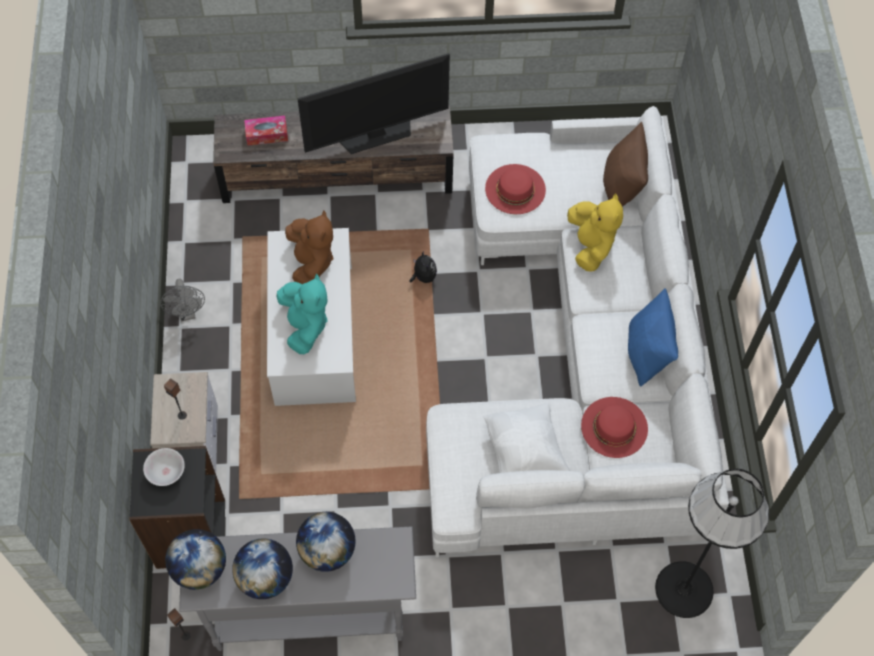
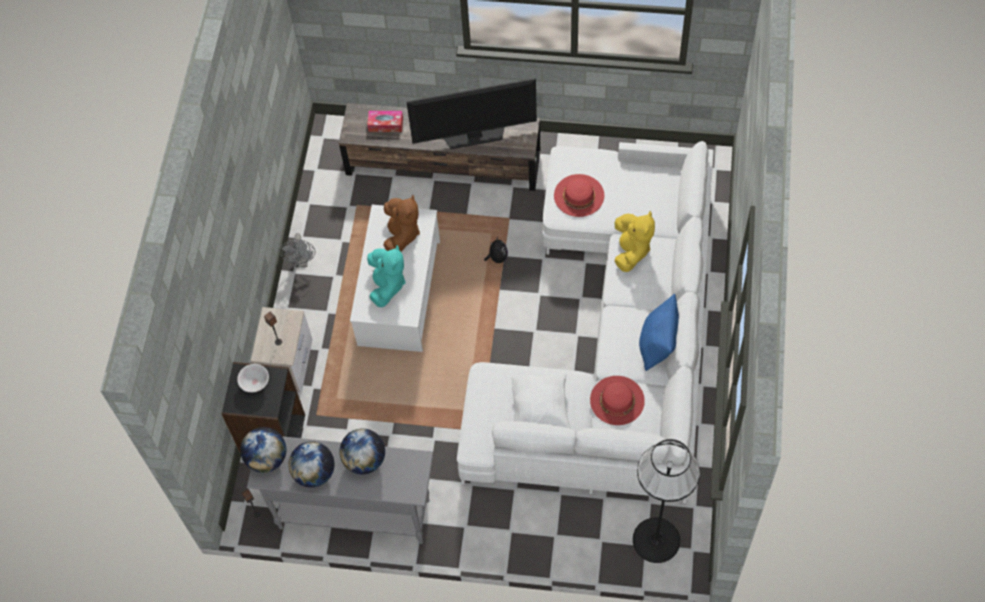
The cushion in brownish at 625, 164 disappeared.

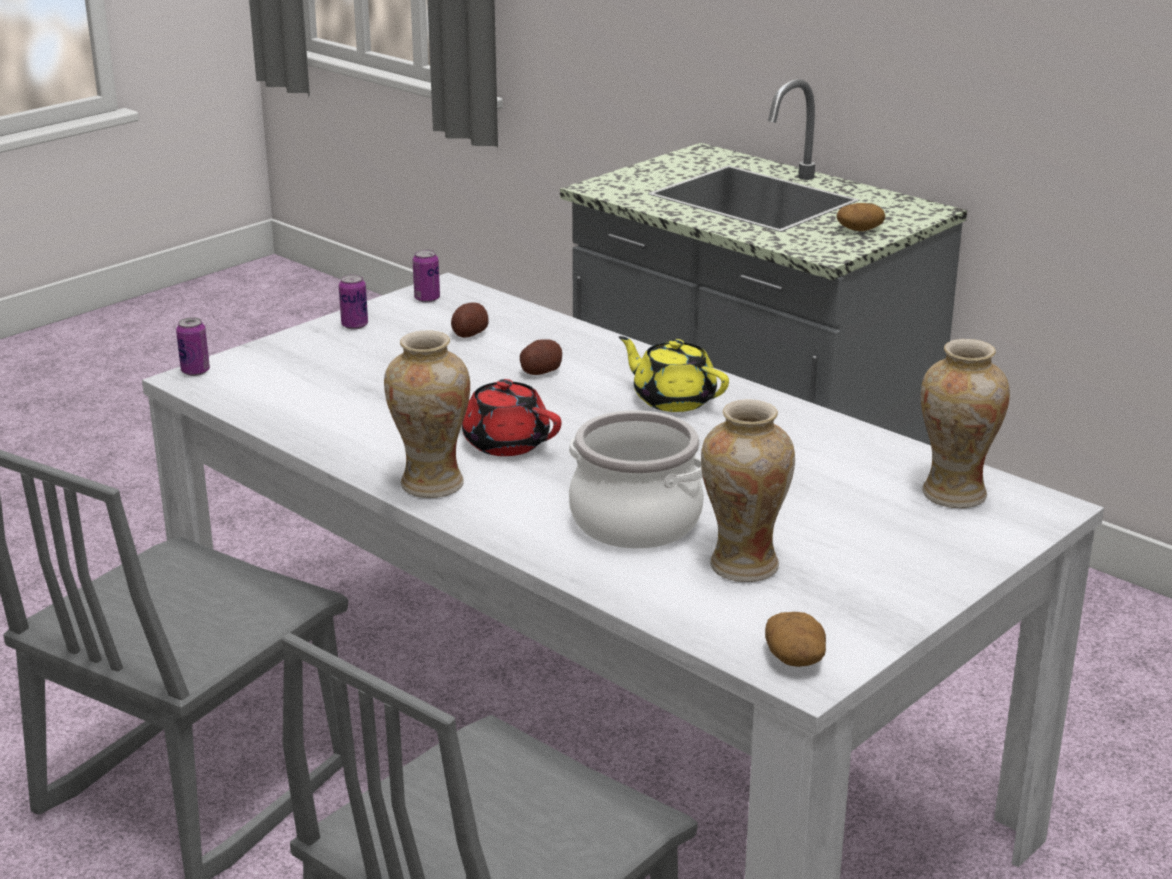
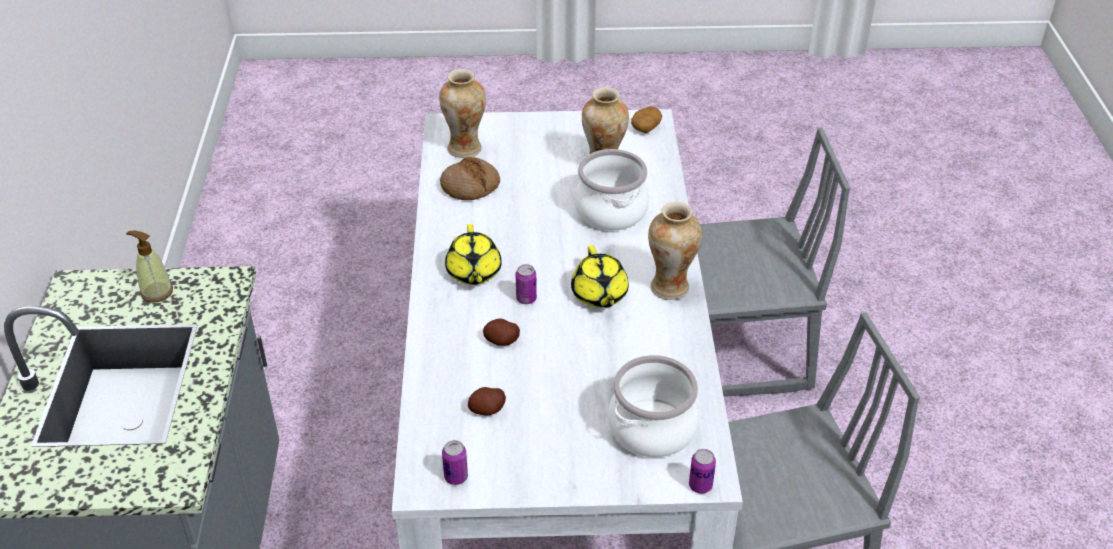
The sealed can moved from 353, 301 to 526, 284.
The teapot in red-coloured at 512, 417 became the teapot in yellow-coloured at 600, 276.
The spud at 860, 217 was replaced by the soap bottle at 149, 267.
The bread at 470, 178 appeared.
The stockpot at 653, 406 appeared.

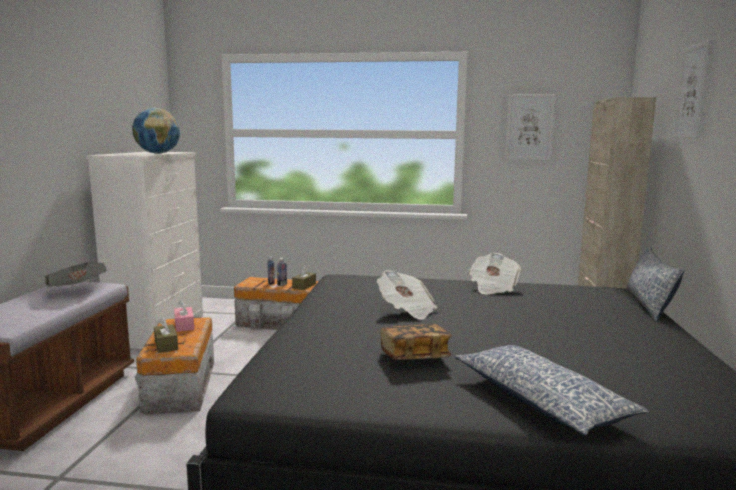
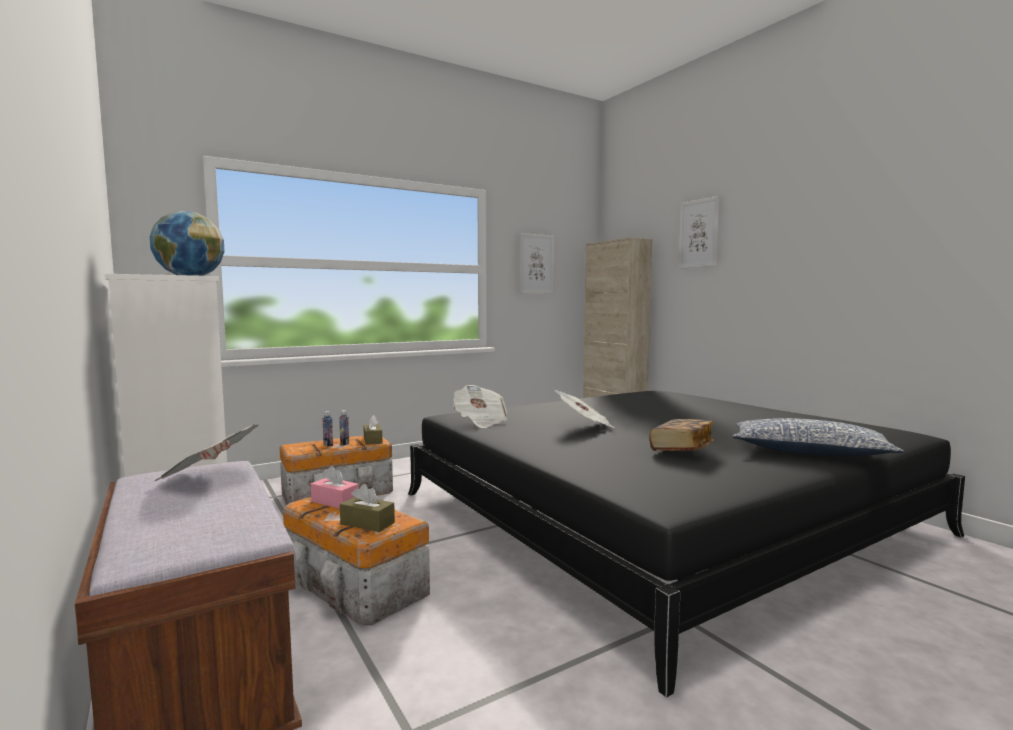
The daily paper moved from 495, 273 to 480, 406.
The cushion at 655, 284 disappeared.

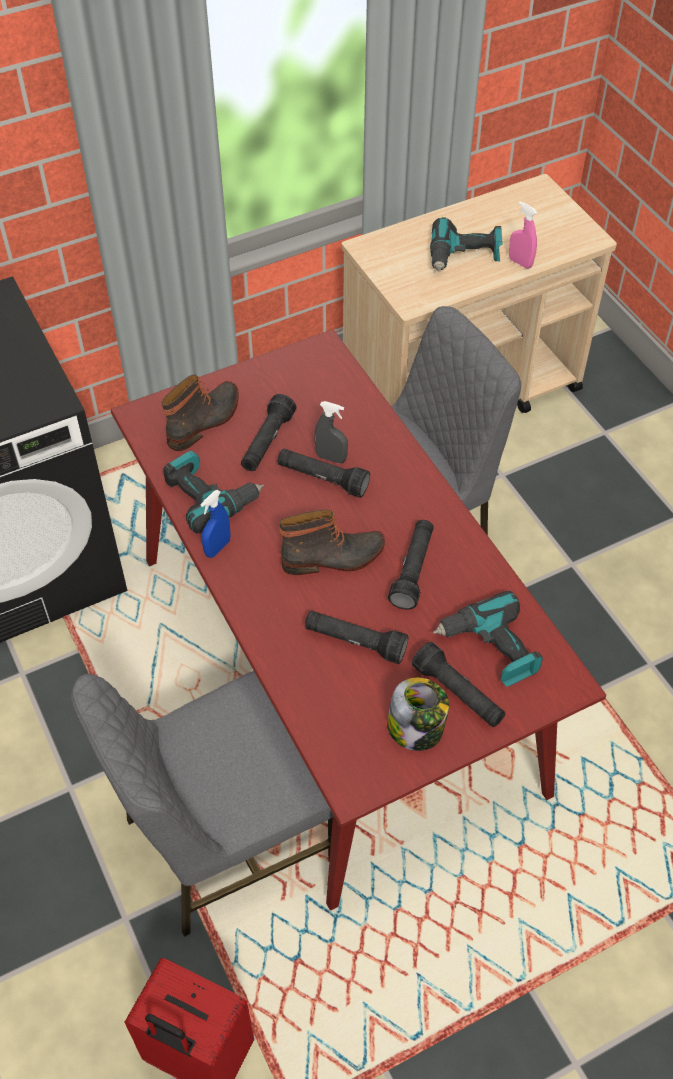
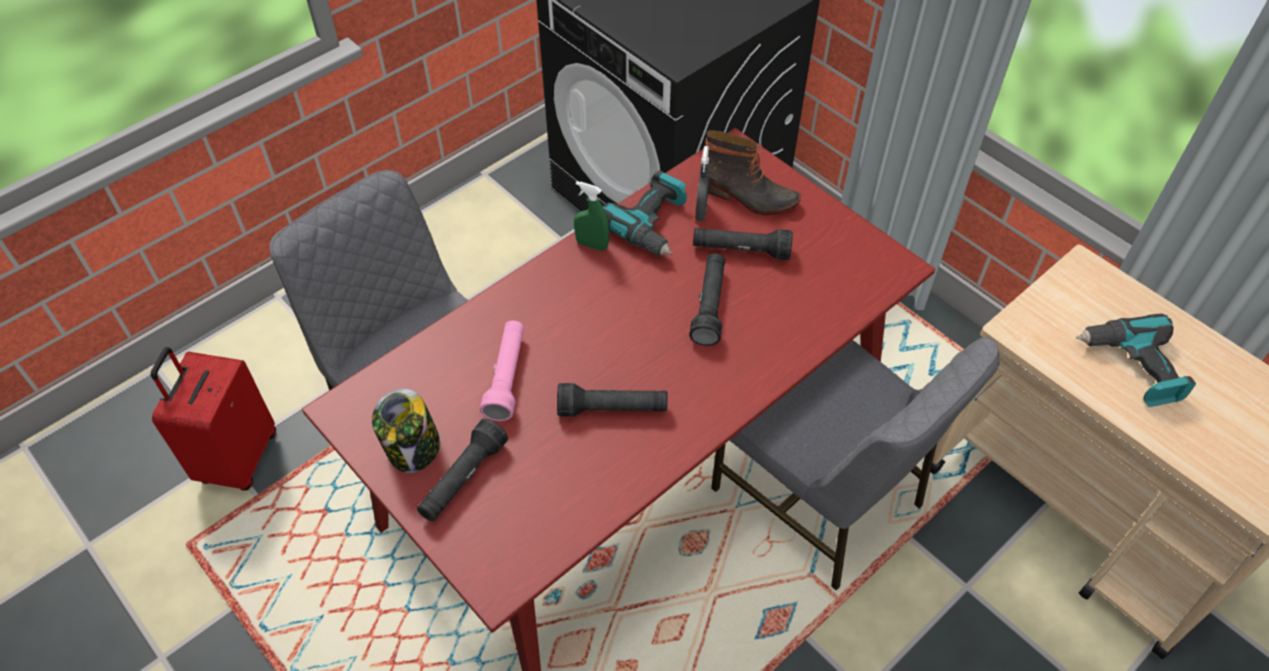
The spray bottle in blue at 215, 524 became the spray bottle in green-coloured at 592, 216.
The boot at 332, 542 disappeared.
The hand torch in black-coloured at 356, 637 became the hand torch in pinkish at 502, 371.
The spray bottle in greyish moved from 331, 432 to 702, 183.
The drill at 488, 639 disappeared.
The spray bottle in pinkish at 523, 235 disappeared.

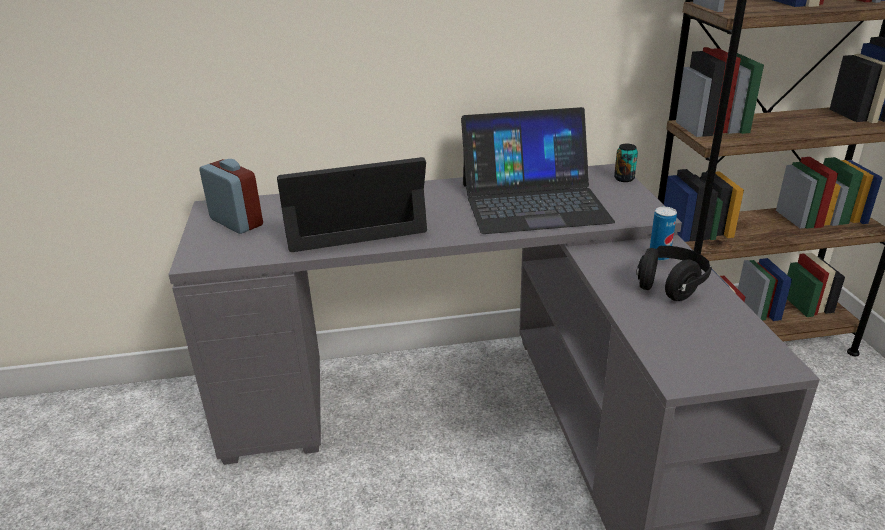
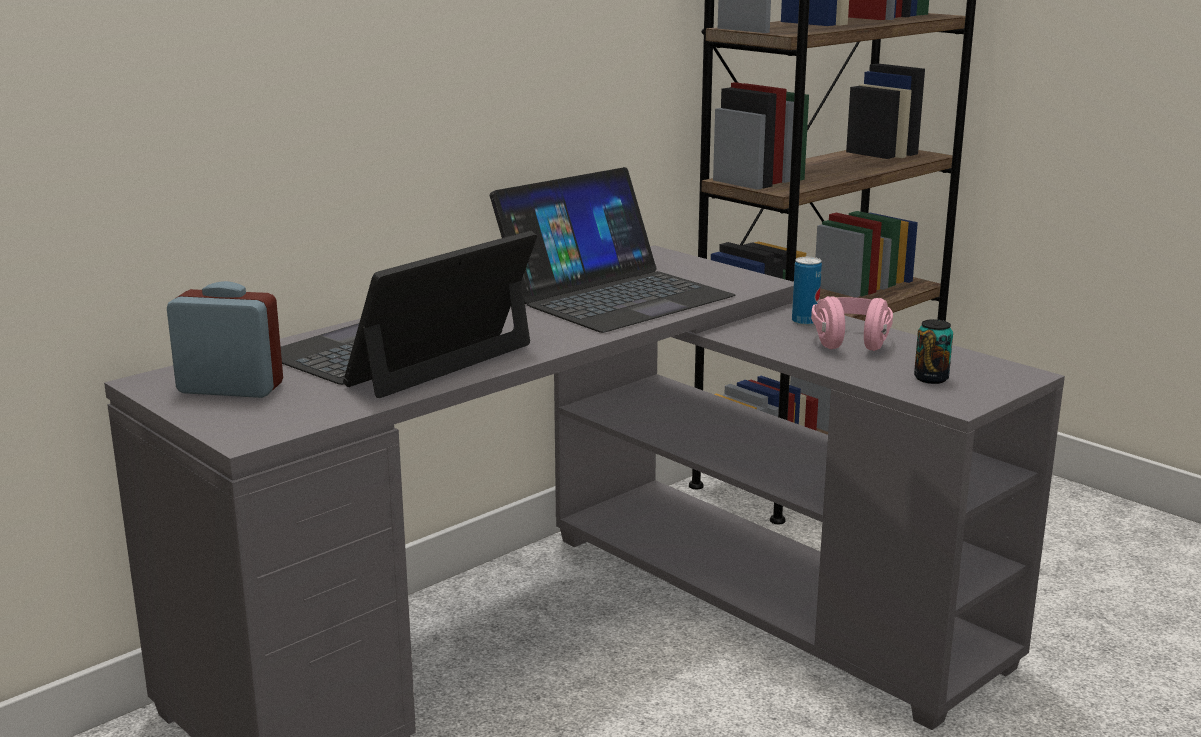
The sealed can moved from 626, 163 to 933, 351.
The headphones in black-coloured at 674, 273 became the headphones in pinkish at 852, 323.

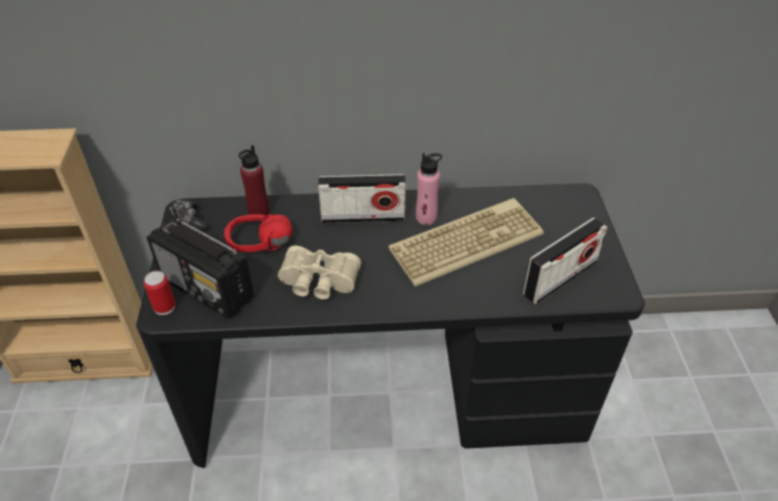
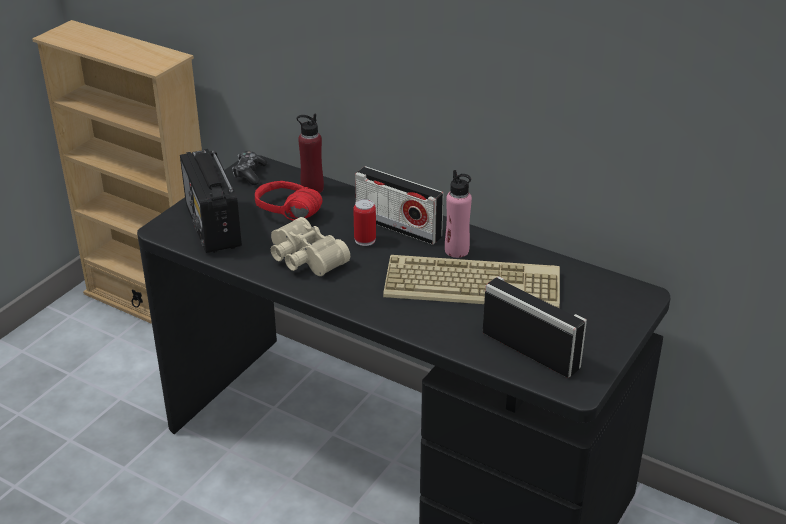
The sealed can moved from 159, 293 to 364, 222.
The radio set at 565, 260 turned 135 degrees counterclockwise.

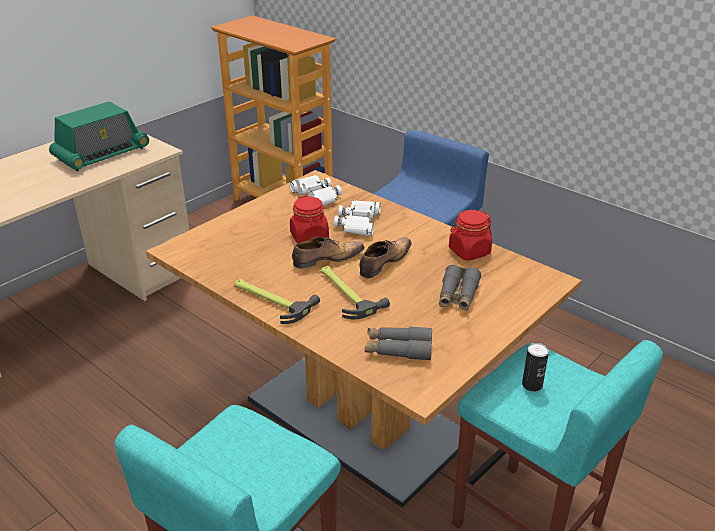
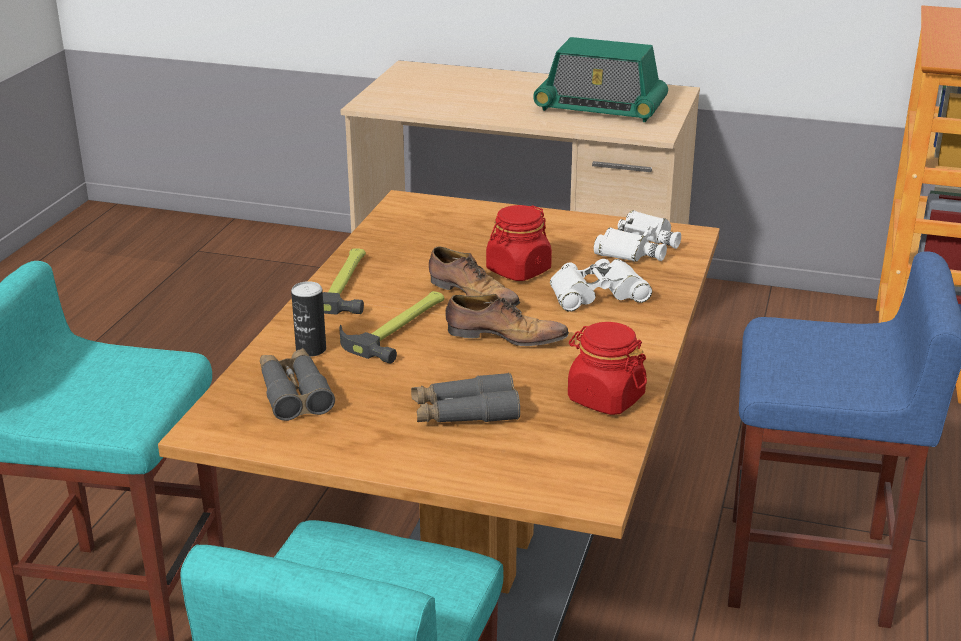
The sealed can moved from 535, 367 to 308, 319.

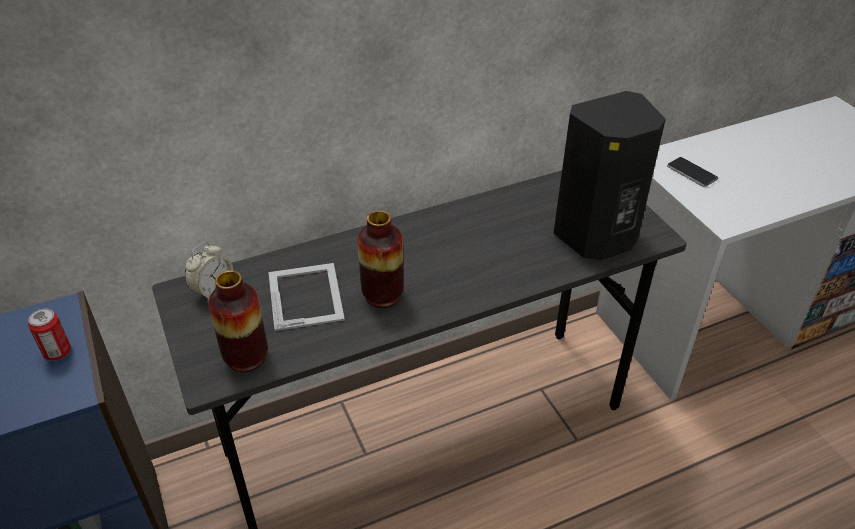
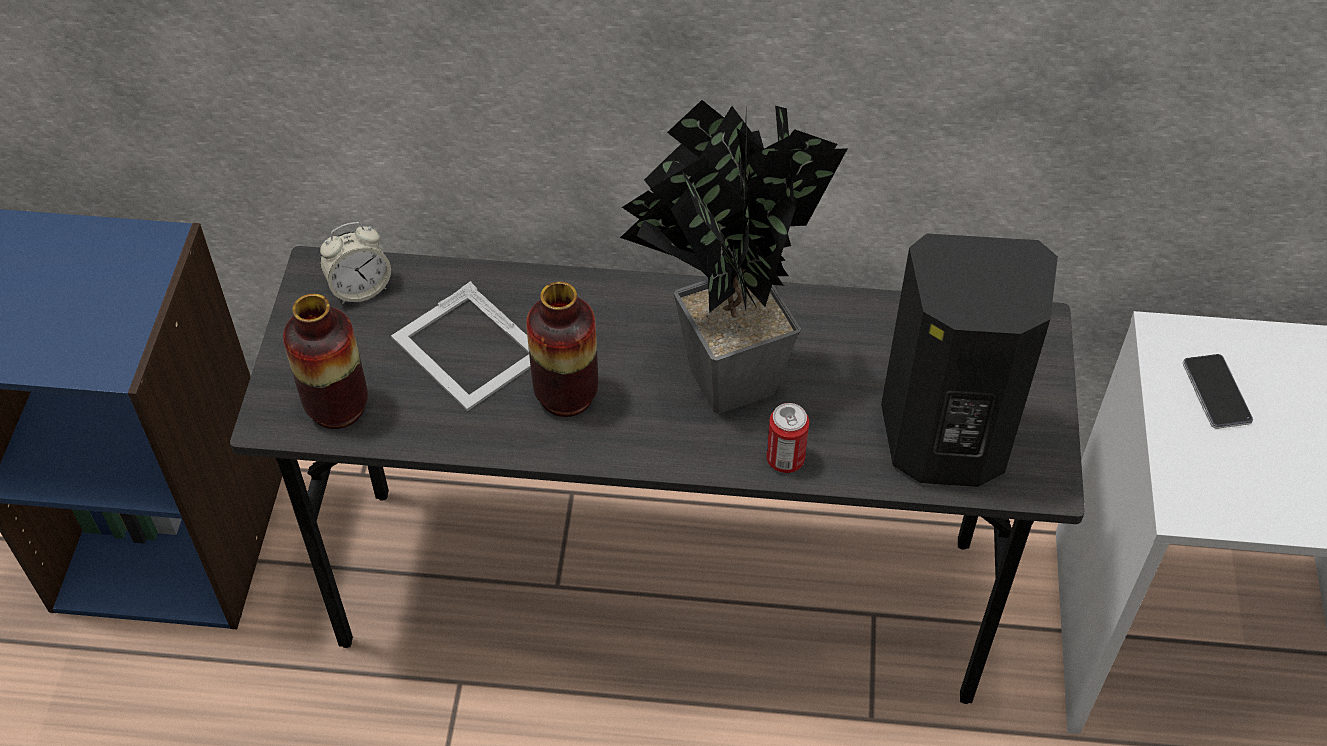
The sealed can moved from 49, 335 to 787, 438.
The picture frame at 306, 297 turned 120 degrees clockwise.
The plant in a pot at 734, 257 appeared.

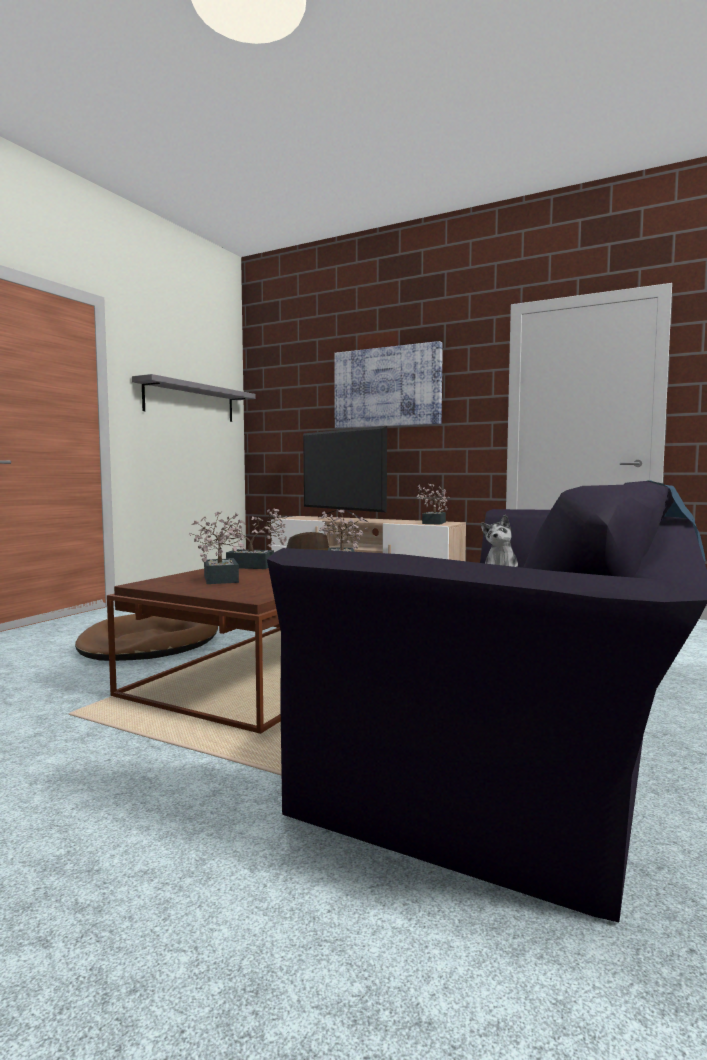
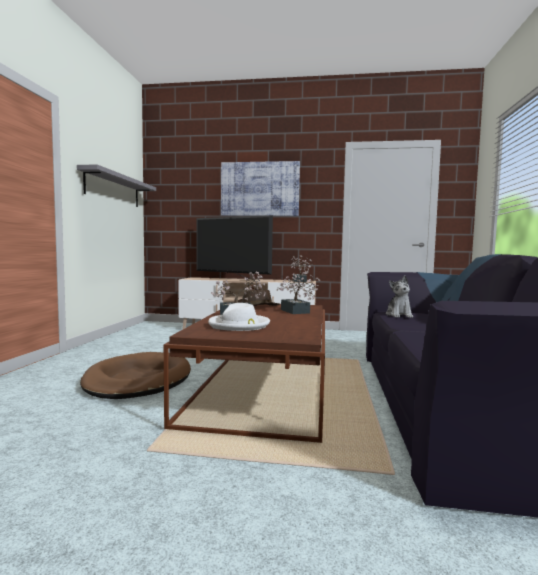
The plant in a pot at 217, 547 was replaced by the clothing hat in white at 239, 317.

